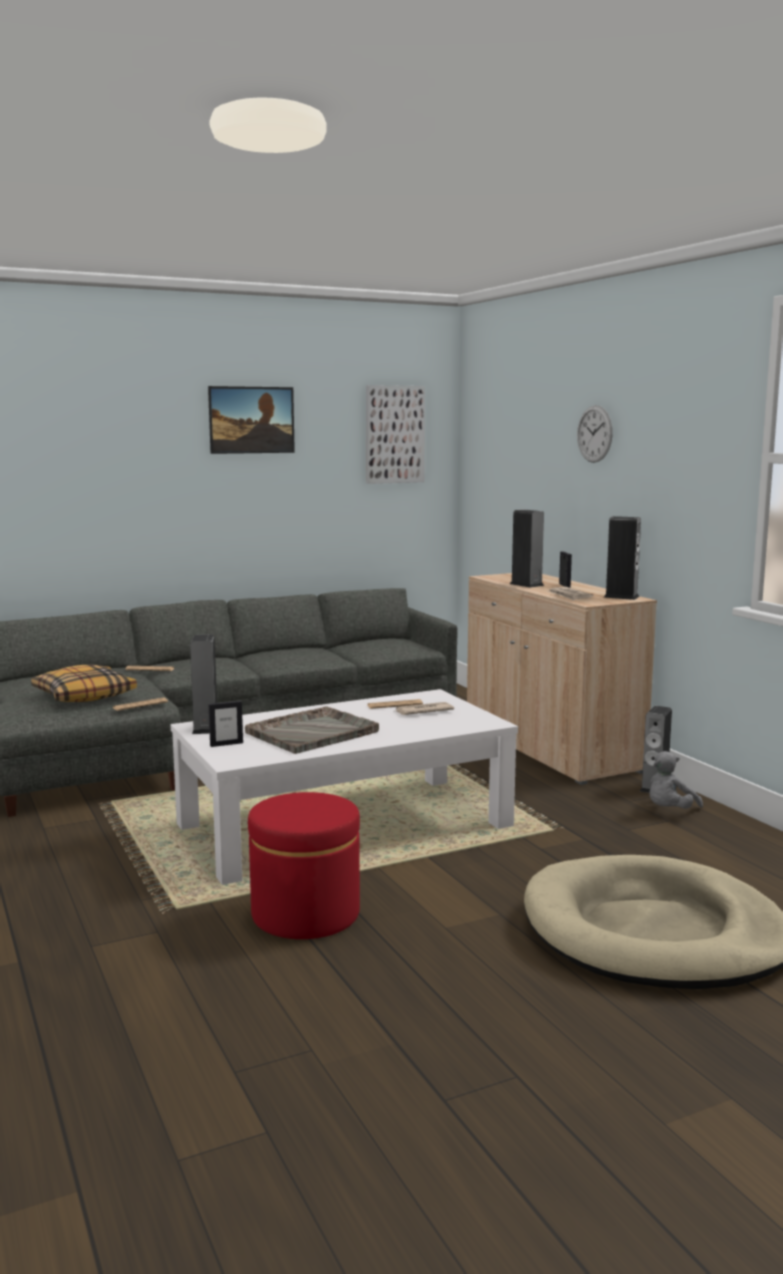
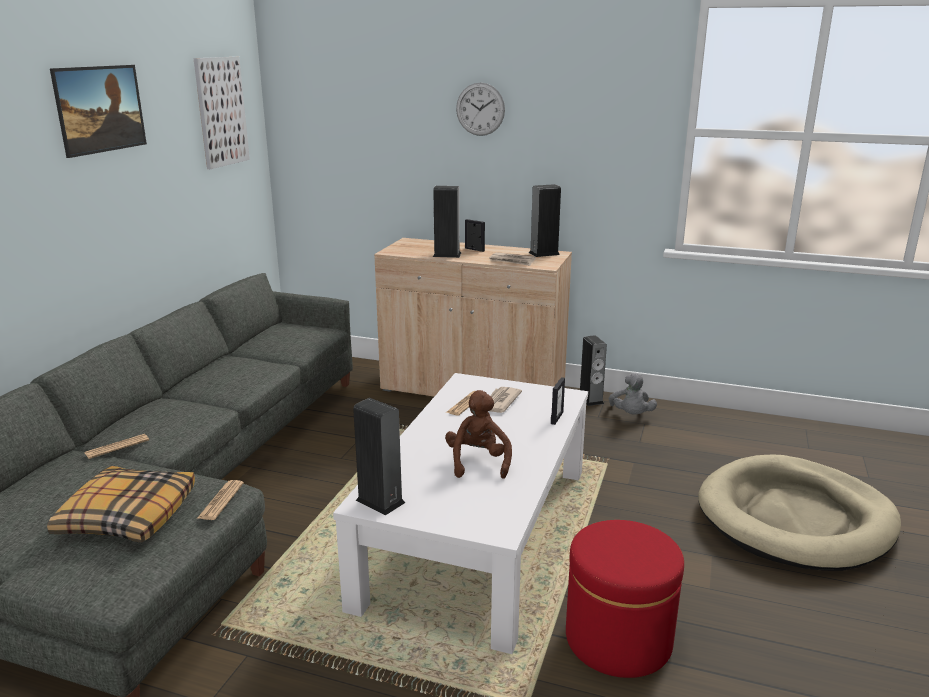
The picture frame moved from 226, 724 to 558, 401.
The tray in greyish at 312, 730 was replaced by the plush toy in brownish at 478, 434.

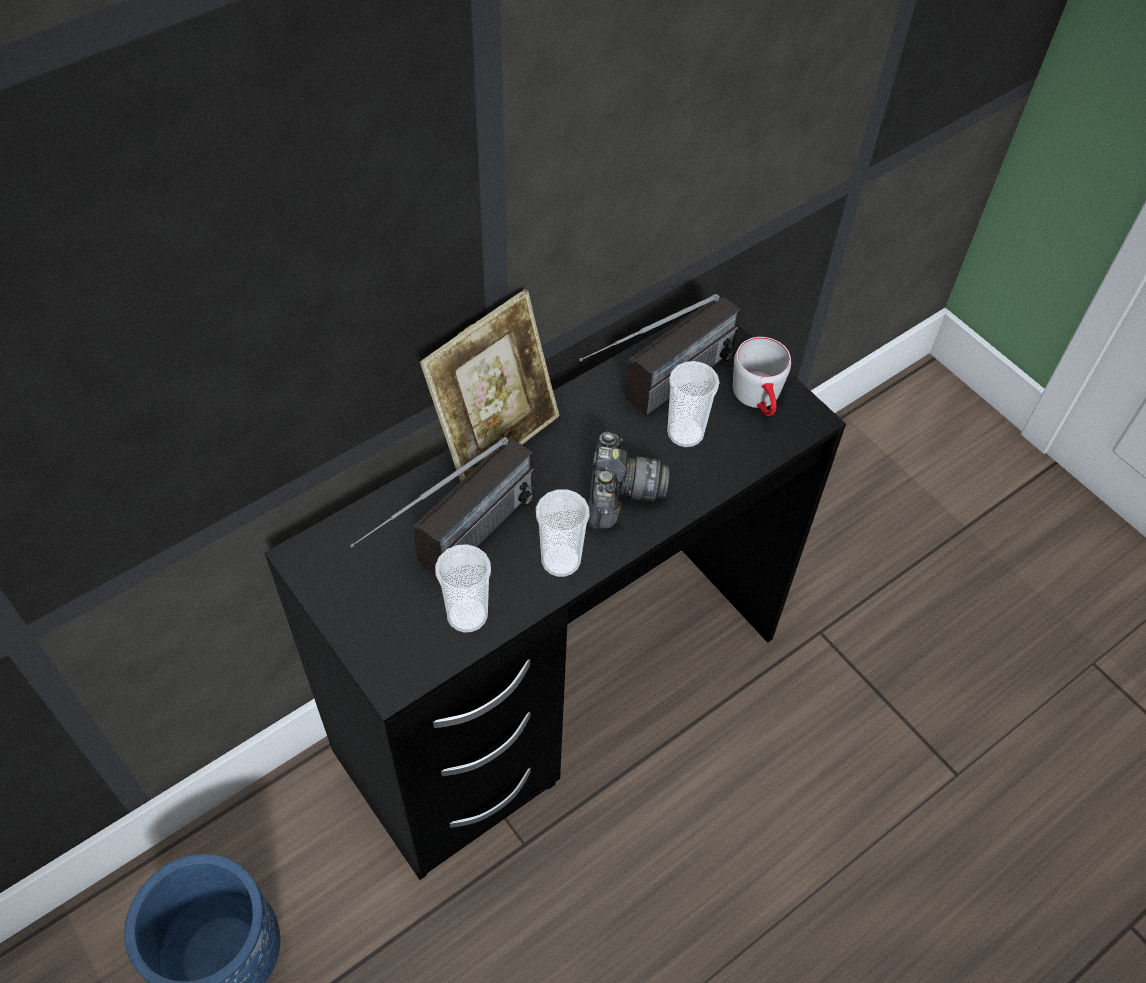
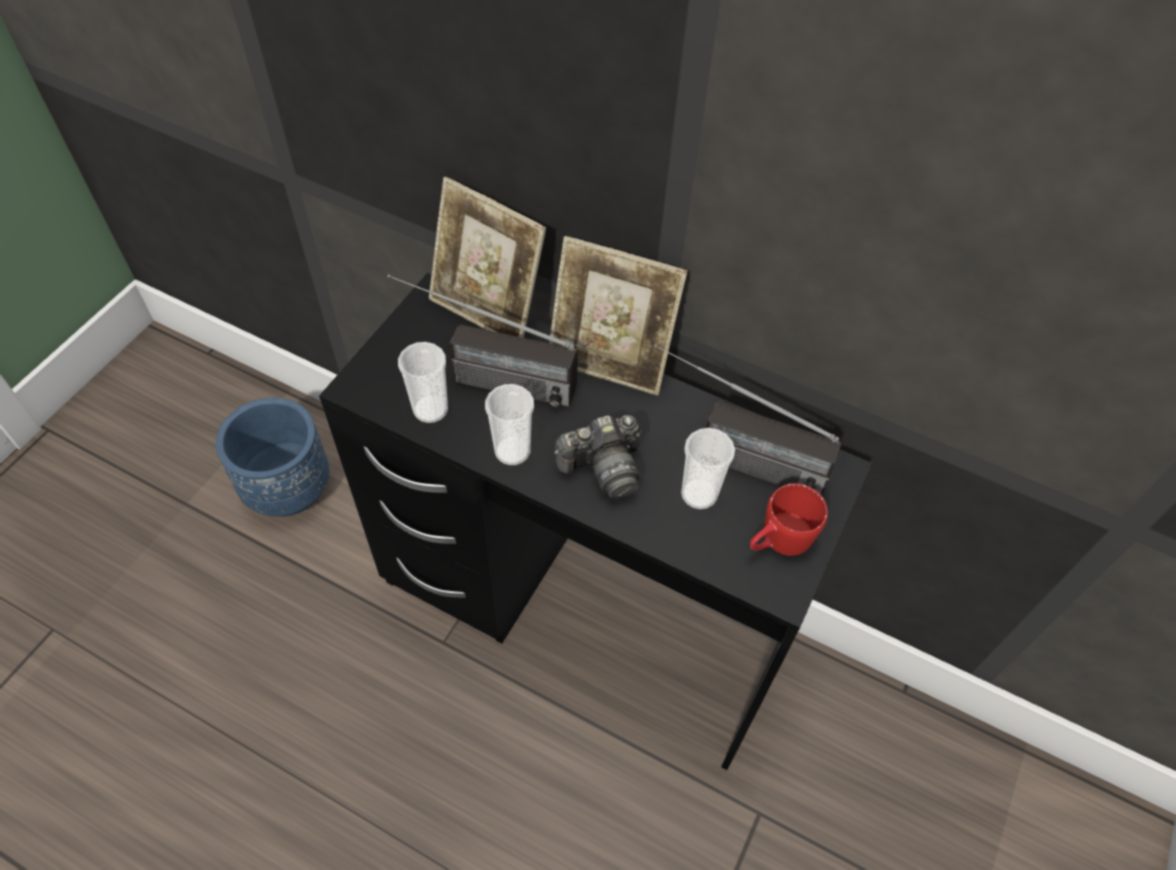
The coffee mug in greyish at 762, 376 became the coffee mug in red-coloured at 789, 519.
The picture frame at 487, 257 appeared.

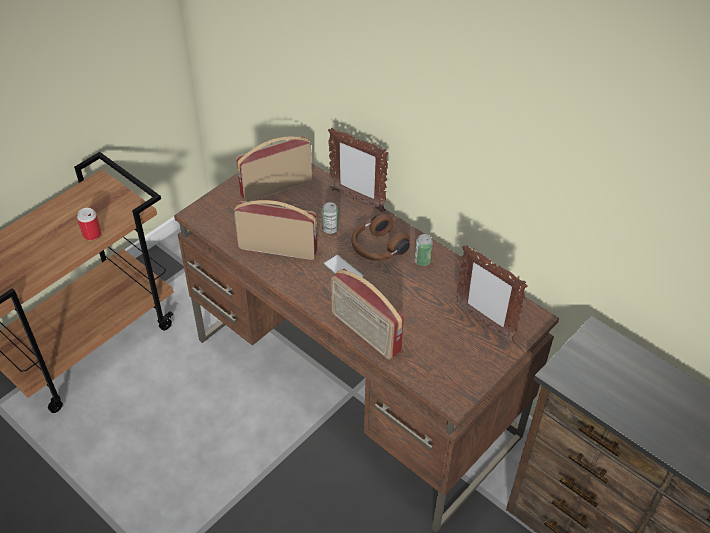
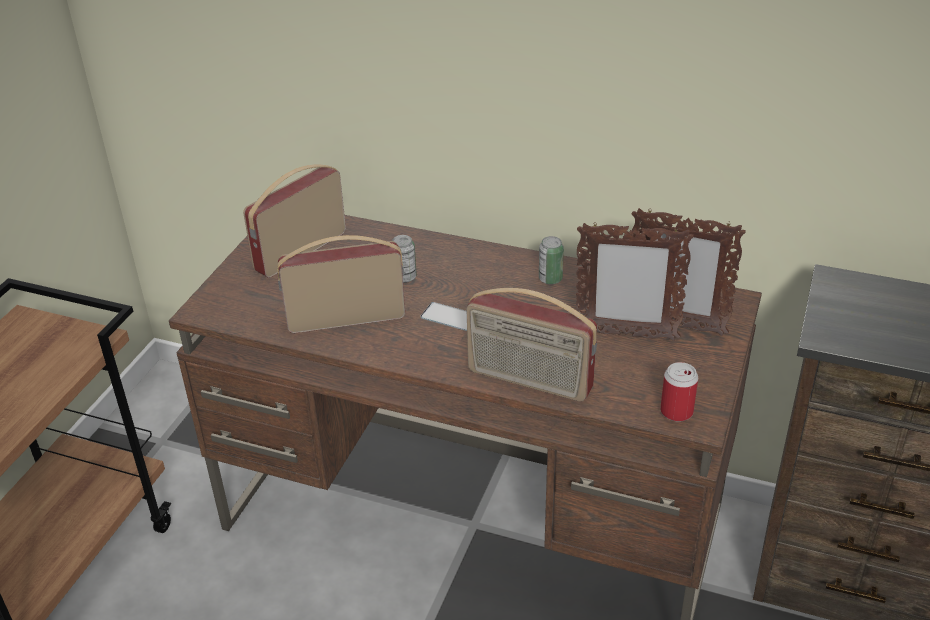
The sealed can moved from 89, 224 to 679, 392.
The picture frame moved from 358, 170 to 635, 282.
The headphones in brownish at 380, 237 disappeared.

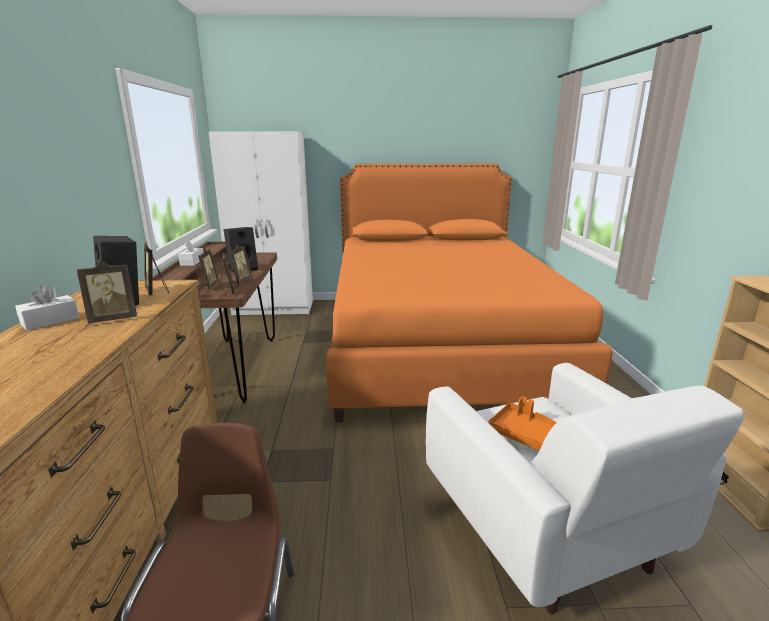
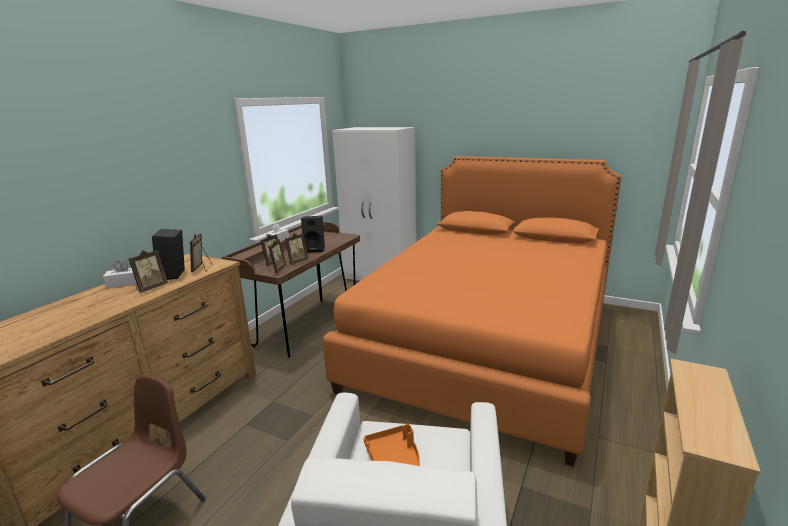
The picture frame at 107, 292 turned 60 degrees counterclockwise.

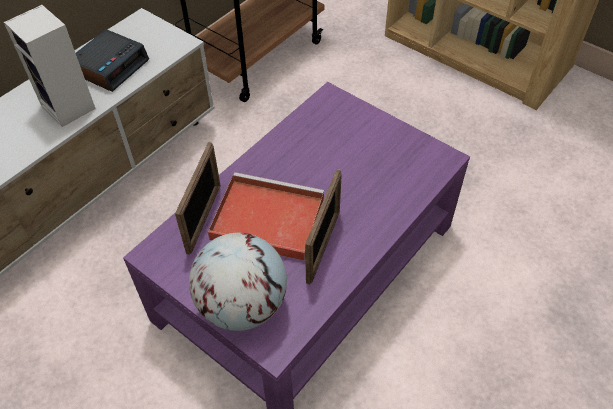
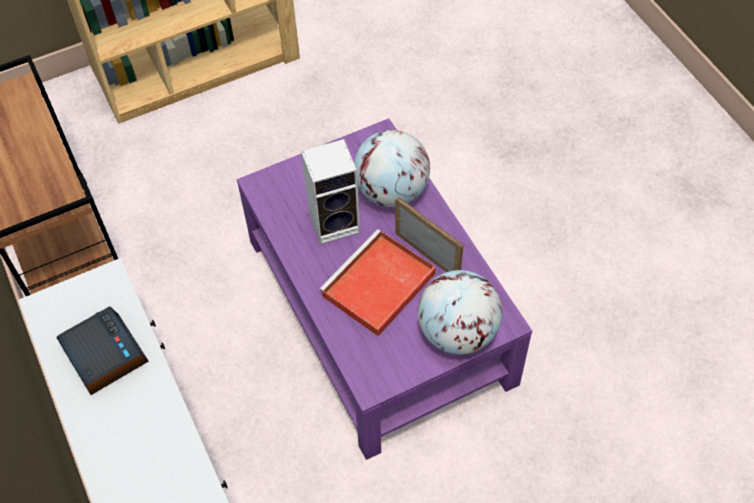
The speaker moved from 50, 66 to 330, 192.
The picture frame at 198, 198 disappeared.
The world globe at 392, 168 appeared.

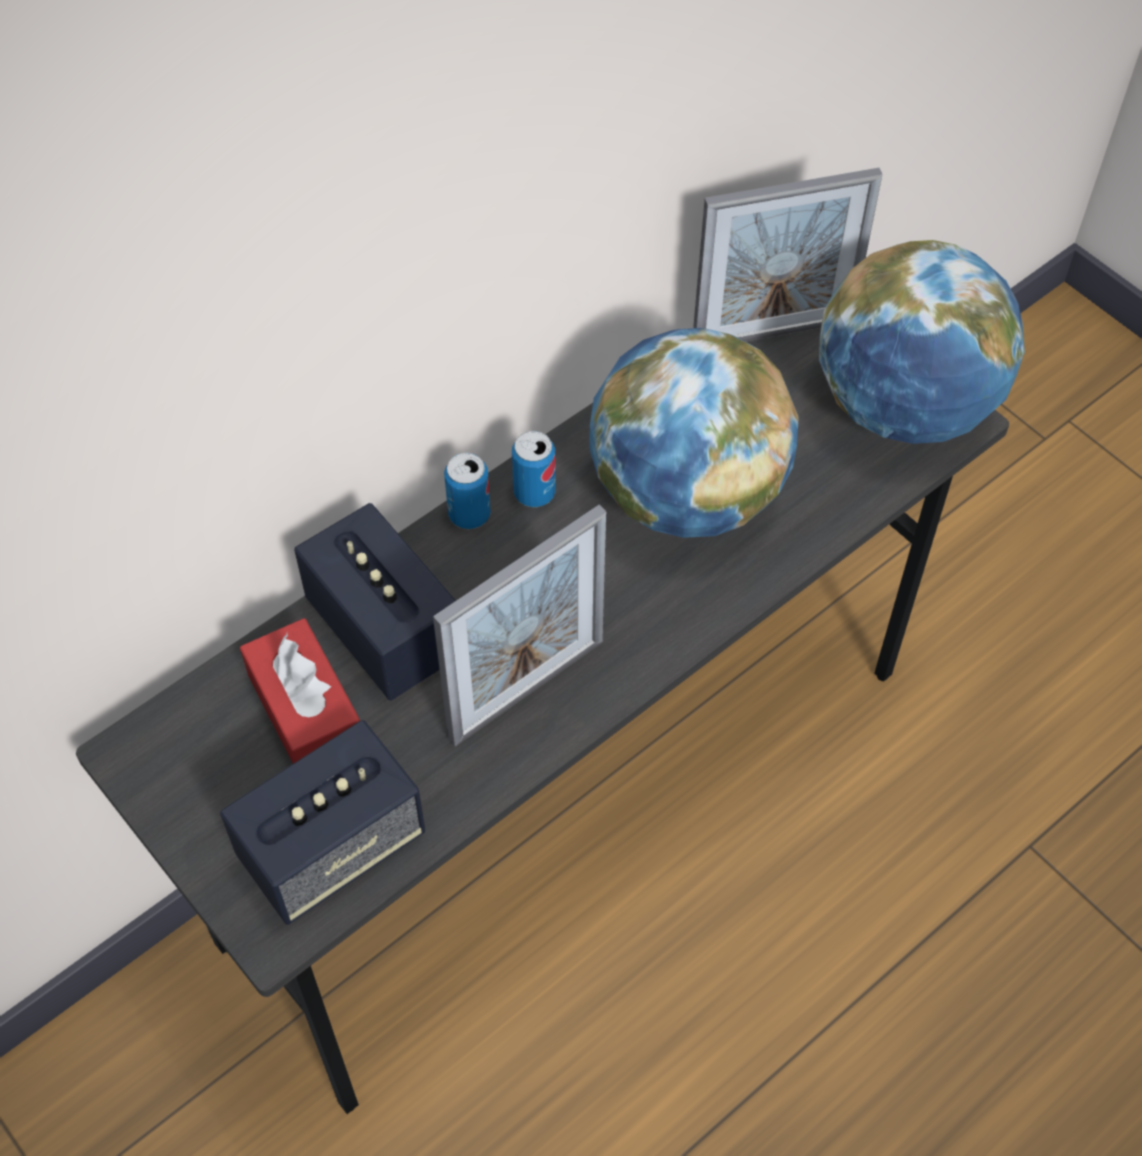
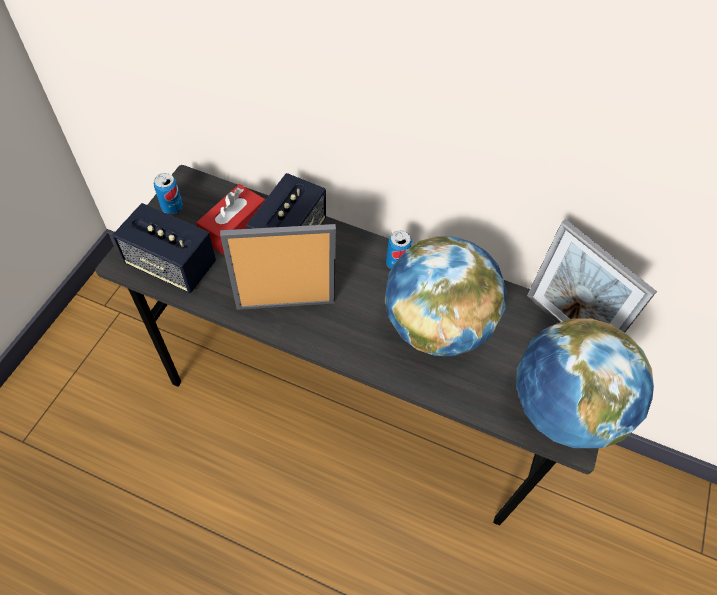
The picture frame at 519, 626 turned 150 degrees clockwise.
The sealed can moved from 467, 491 to 168, 193.

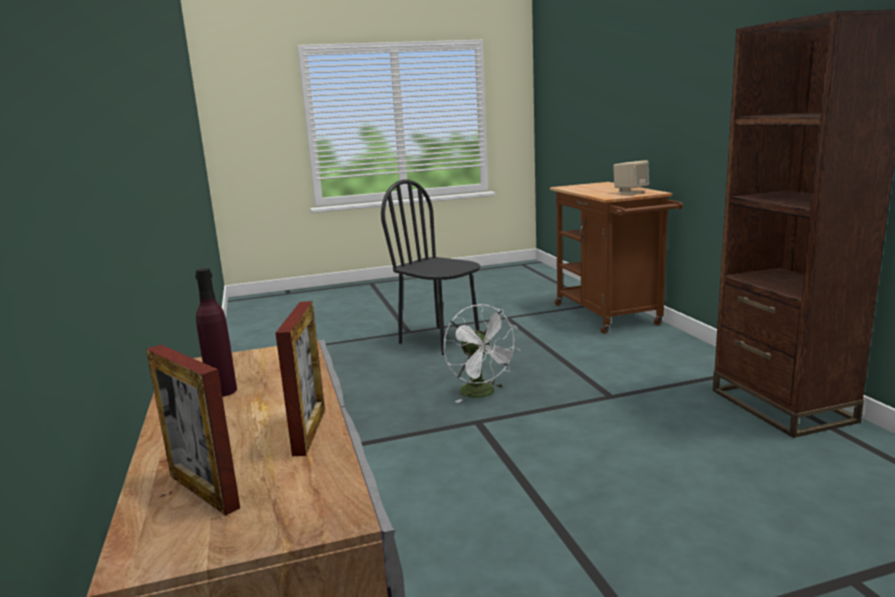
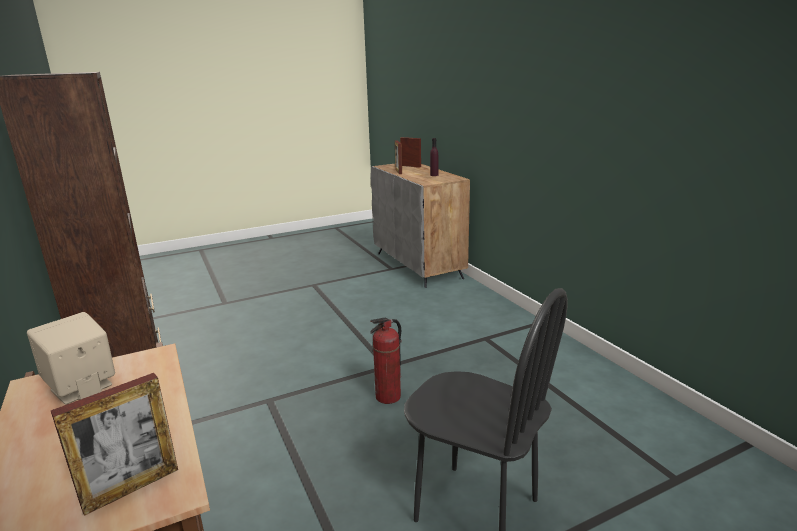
The electric fan in white at 482, 353 was replaced by the extinguisher at 385, 360.
The picture frame at 114, 444 appeared.

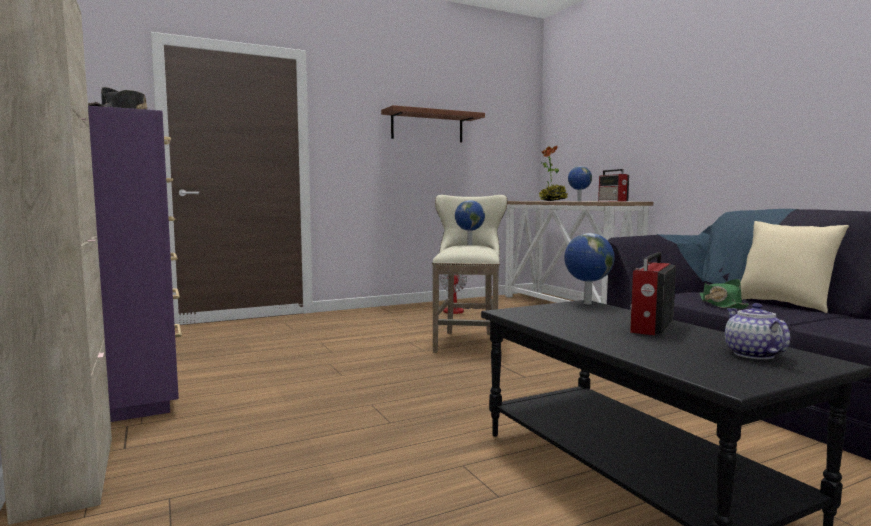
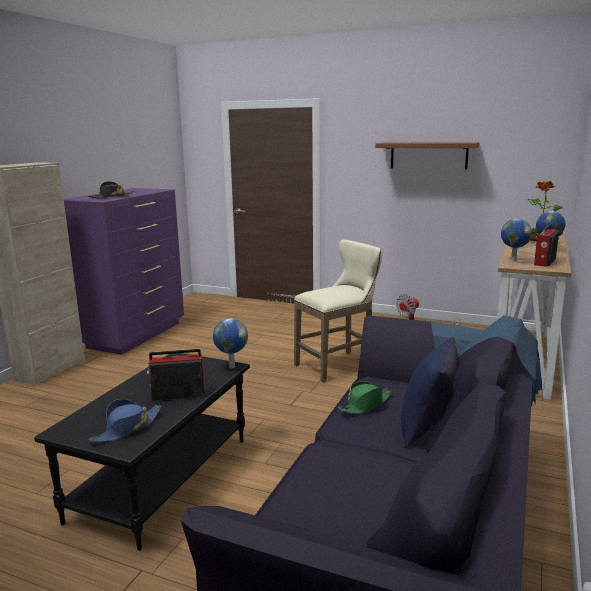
The world globe moved from 470, 222 to 516, 240.
The teapot at 757, 331 was replaced by the clothing hat in blue at 125, 421.
The cushion in sand-coloured at 795, 267 became the cushion in blue at 429, 392.

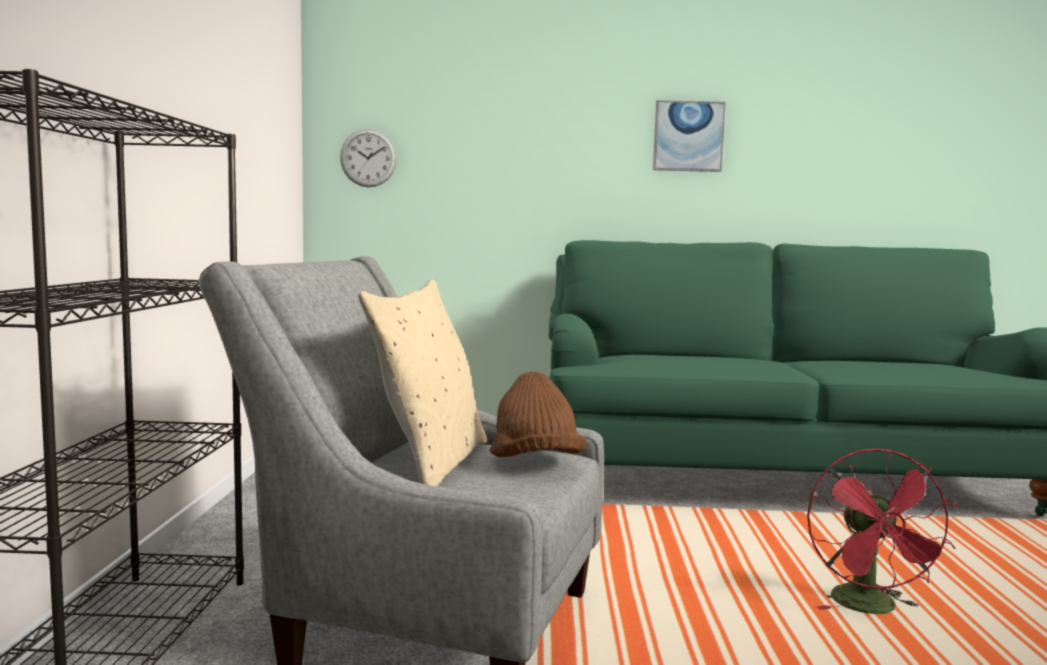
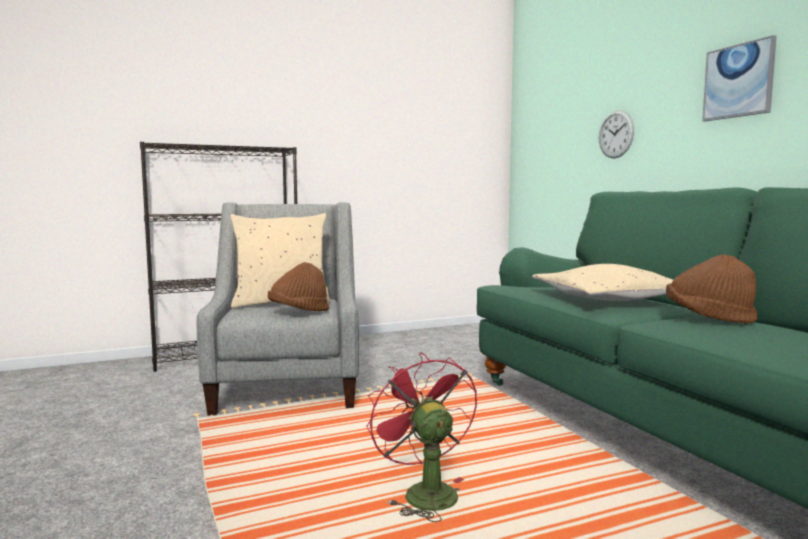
The hanging clock moved from 368, 158 to 616, 134.
The electric fan in red-coloured at 882, 531 turned 90 degrees clockwise.
The cushion in sand-coloured at 602, 282 appeared.
The clothing hat in brownish at 711, 289 appeared.

